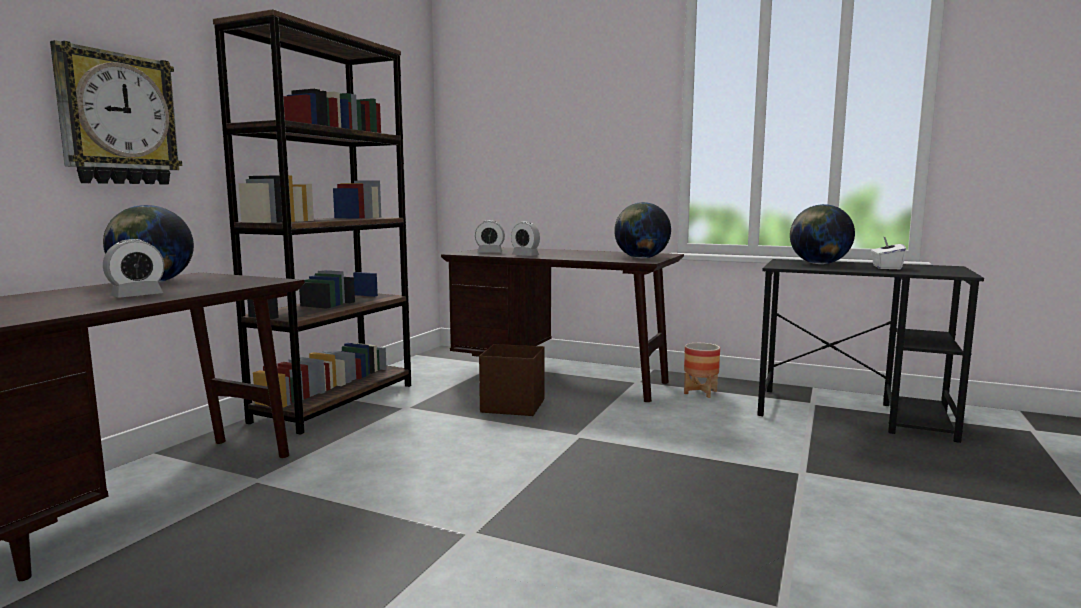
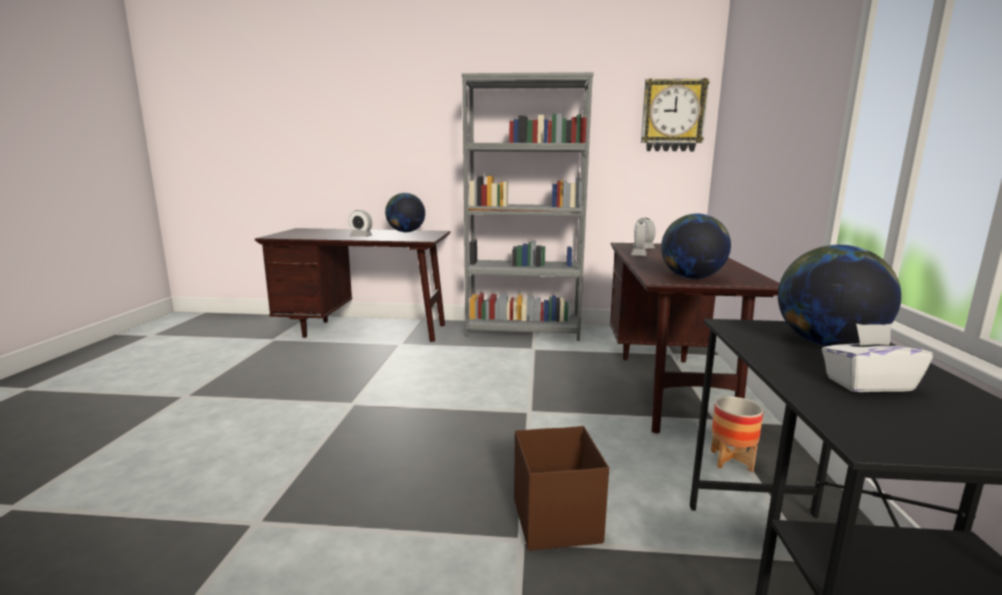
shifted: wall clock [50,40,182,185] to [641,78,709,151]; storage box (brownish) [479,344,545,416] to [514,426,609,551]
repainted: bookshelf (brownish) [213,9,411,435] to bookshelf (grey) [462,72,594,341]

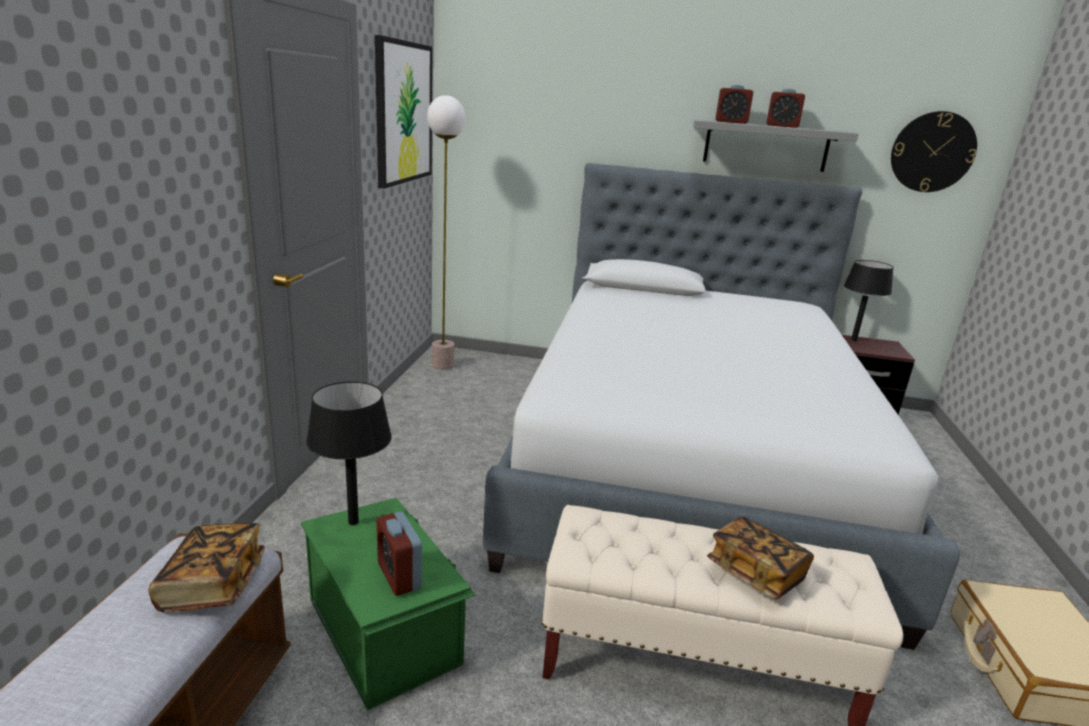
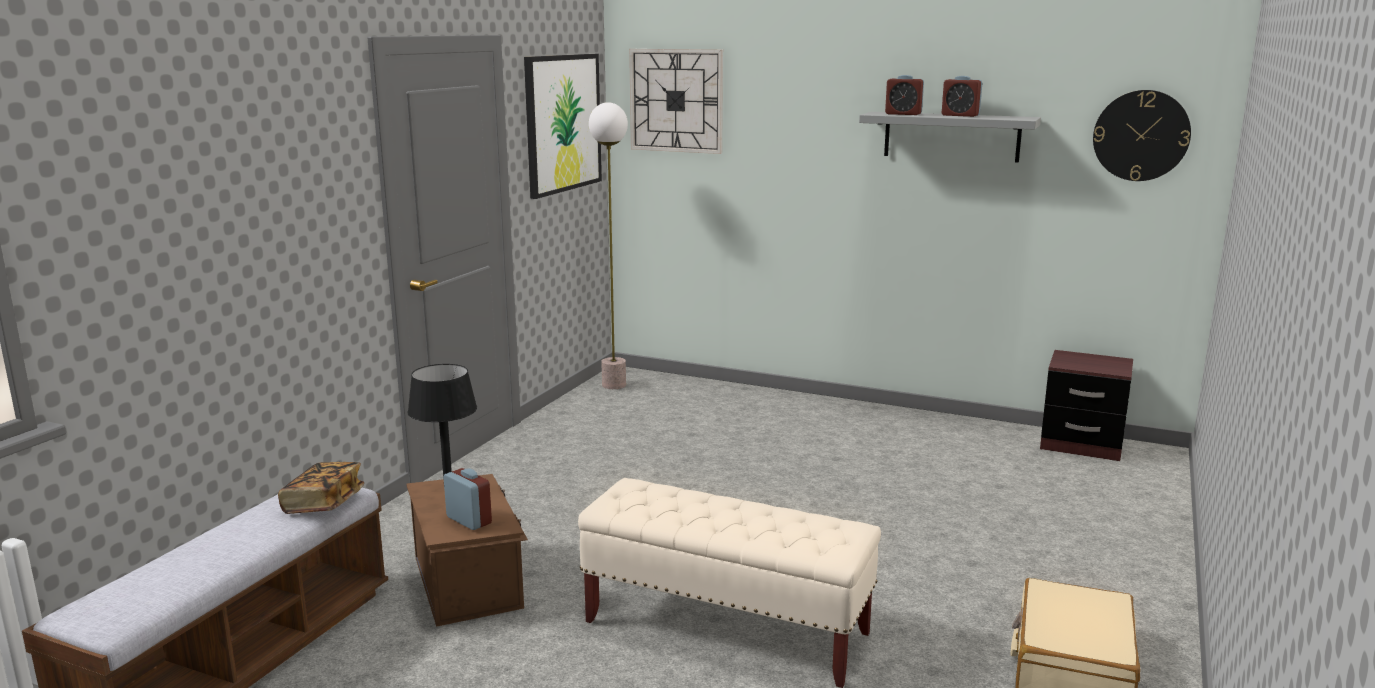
gone: bed [483,163,960,650]; lamp for a table (blackish) [844,260,894,341]; bound book [707,516,814,599]
new: wall clock [629,49,723,154]
repainted: storage box (green) [301,498,476,711] to storage box (brownish) [407,474,528,627]
rotated: bedside clock [377,511,422,596] = [444,468,492,530] 150 degrees clockwise

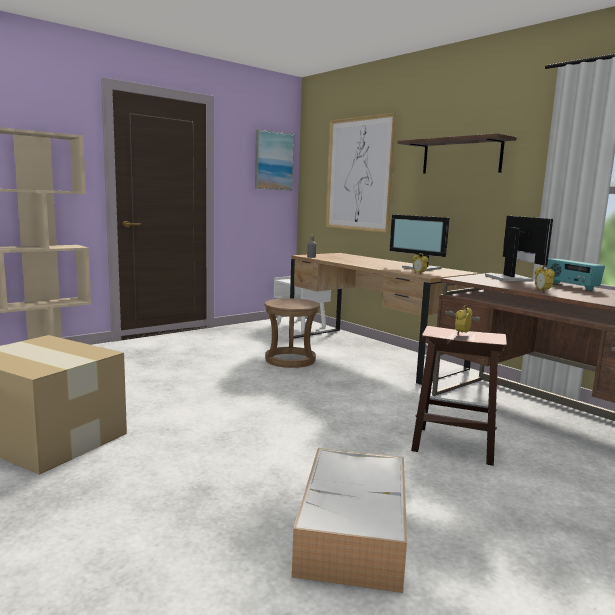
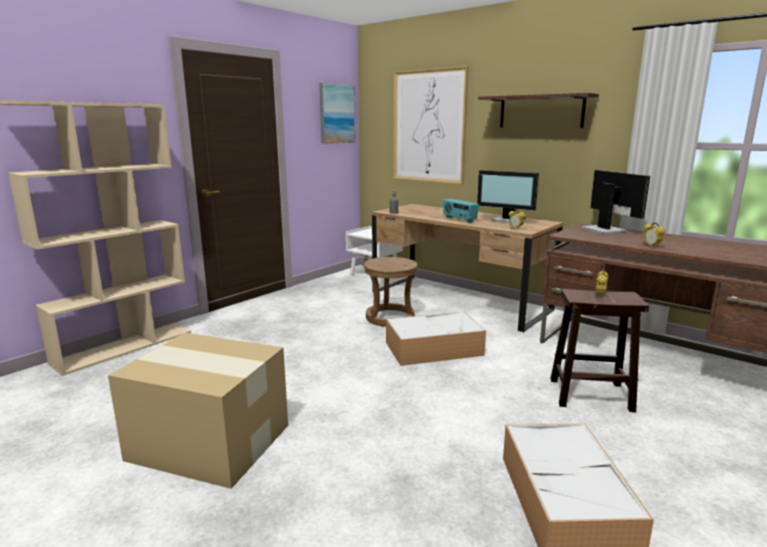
new: storage box [386,312,486,366]
shifted: radio set [547,259,605,290] to [443,199,479,223]

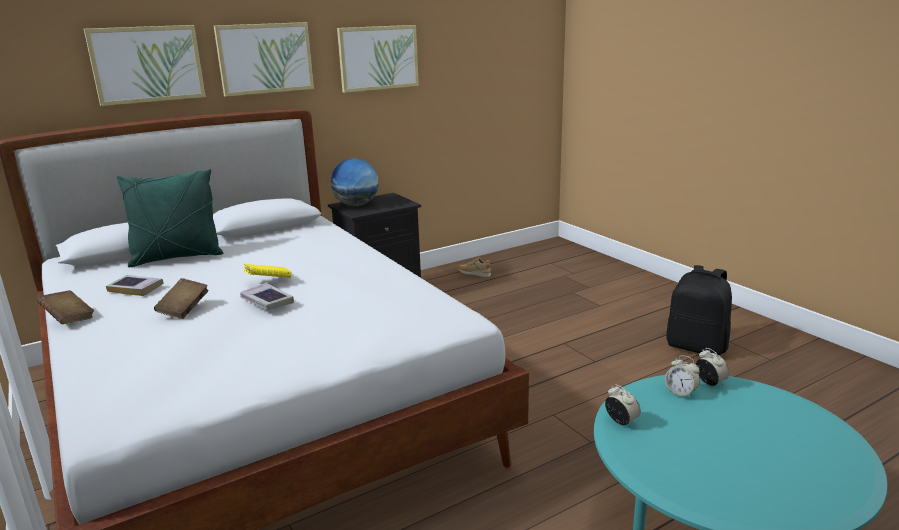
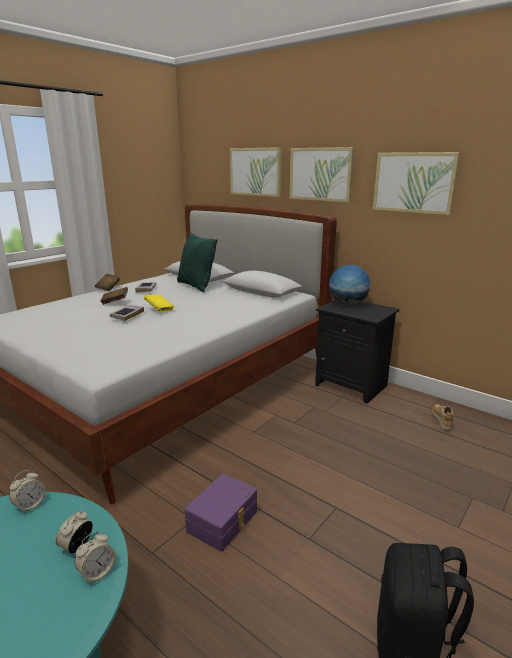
new: storage box (purple) [185,474,257,552]

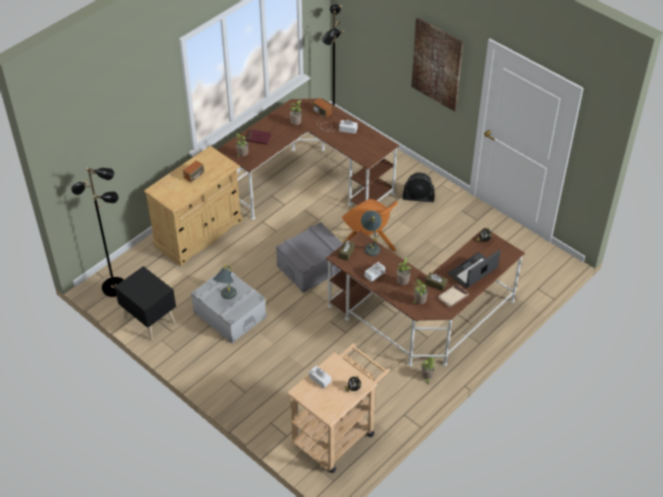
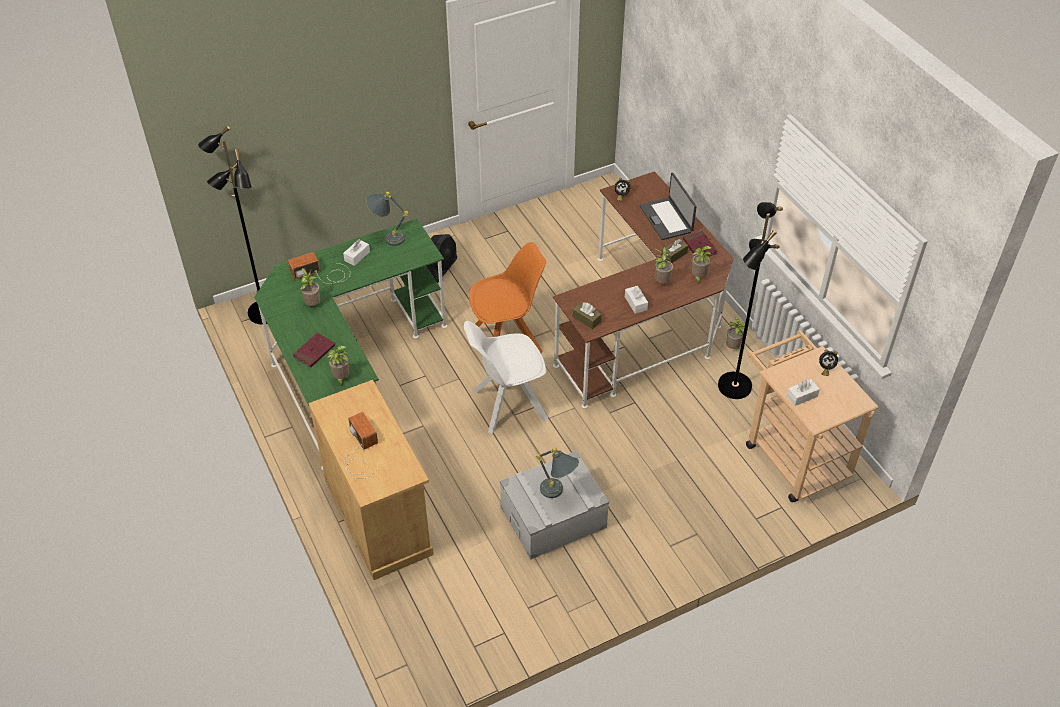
gone: picture [411,17,463,112]; bedside table (blackish) [115,266,176,341]
shifted: standing lamp (blackish) [71,167,124,297] to [718,202,783,399]; lamp for a table (grey) [361,210,382,256] to [366,192,409,246]
swapped: storage box (grey) [276,222,343,293] to plain chair (white-coloured) [464,321,548,434]
repainted: desk table (brownish) [217,98,399,220] to desk table (green) [254,219,447,470]; bound book (beige) [438,284,469,308] to bound book (red) [683,231,717,256]

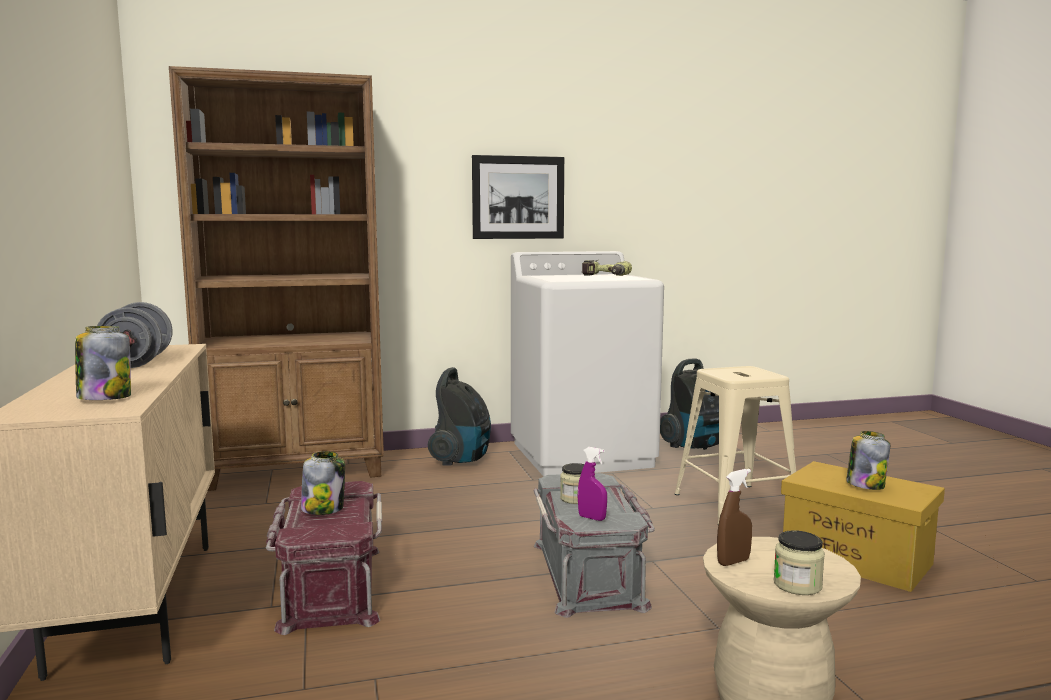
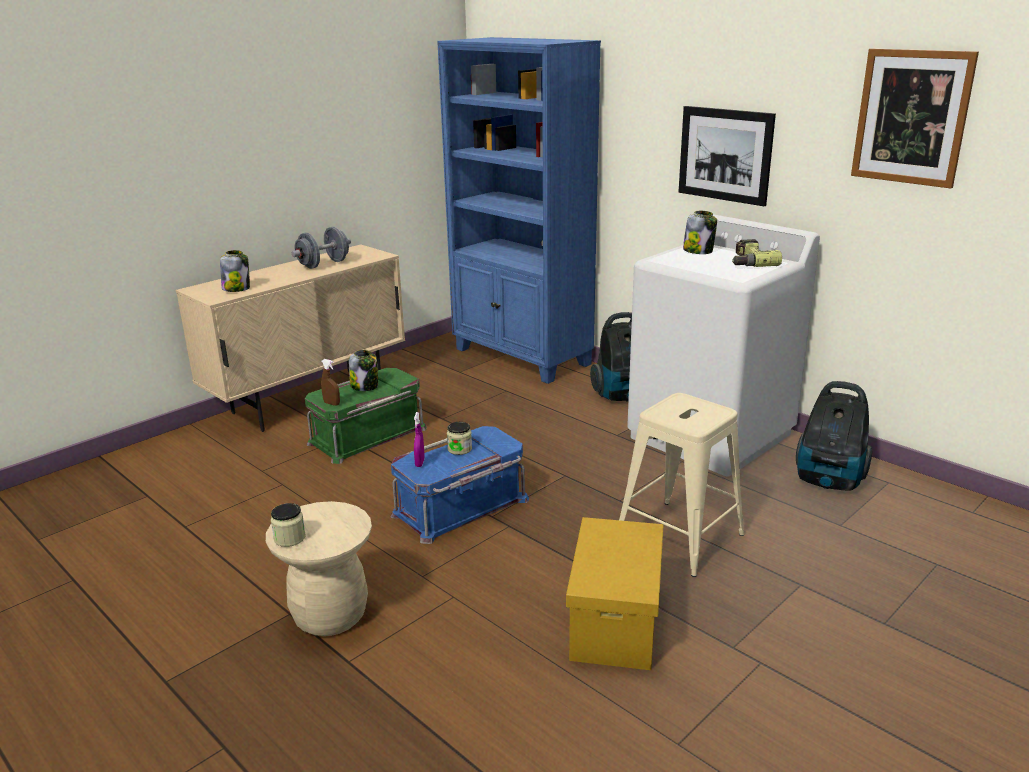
new: picture [851,48,979,189]
shifted: storage jar [846,431,890,490] to [683,211,717,254]; hand sprayer (brownish) [717,469,752,566] to [321,359,340,406]
repainted: bookshelf (brownish) [169,66,384,491] to bookshelf (blue-coloured) [437,37,601,384]; storage box (grey) [534,473,655,618] to storage box (blue-coloured) [391,426,529,544]; storage box (red) [266,481,382,635] to storage box (green) [305,368,427,464]

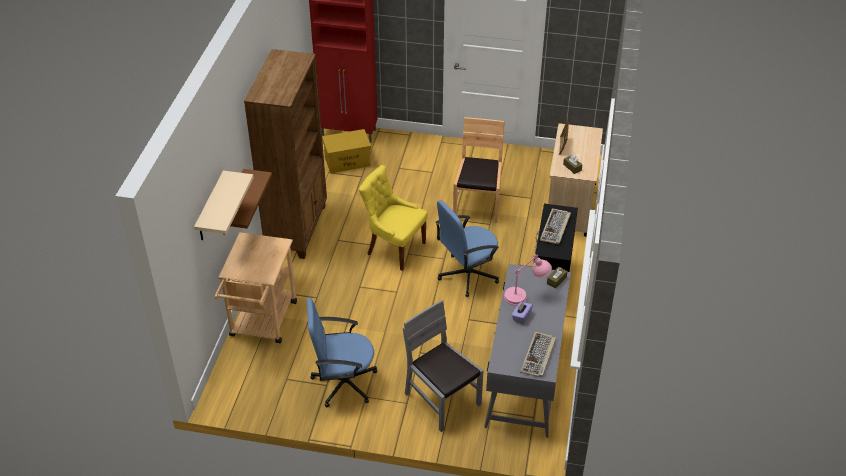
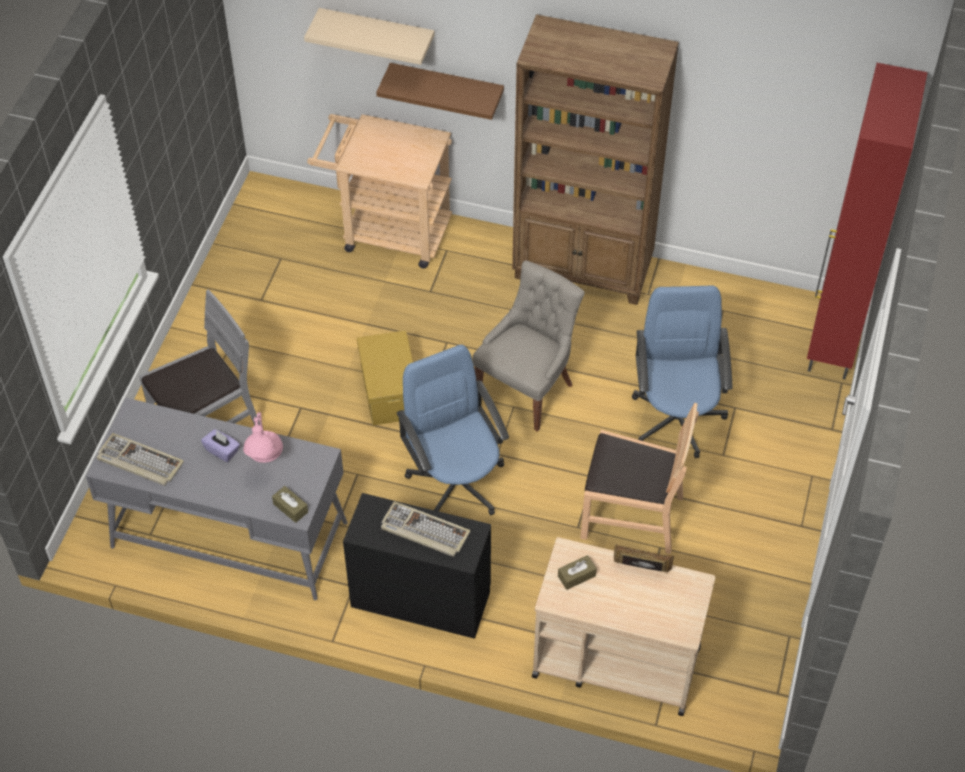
shifted: storage box (yellowish) [322,129,371,173] to [357,330,413,426]; computer chair (blue-coloured) [307,298,377,407] to [632,286,733,458]
repainted: plain chair (yellowish) [359,165,428,271] to plain chair (grey) [473,260,585,432]

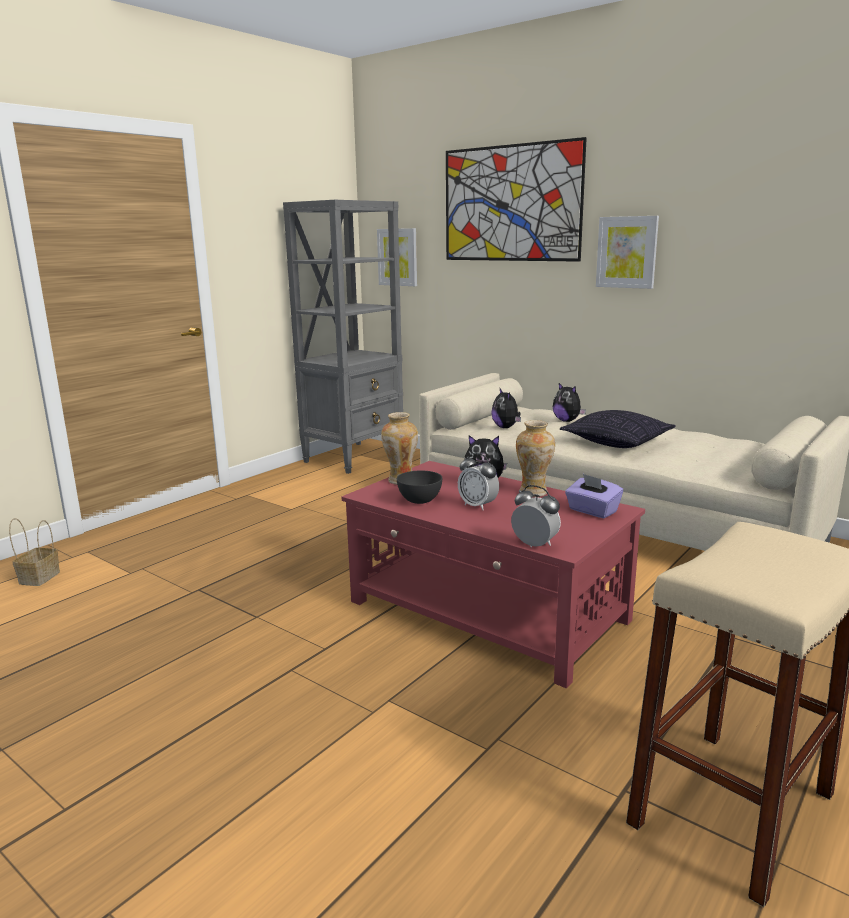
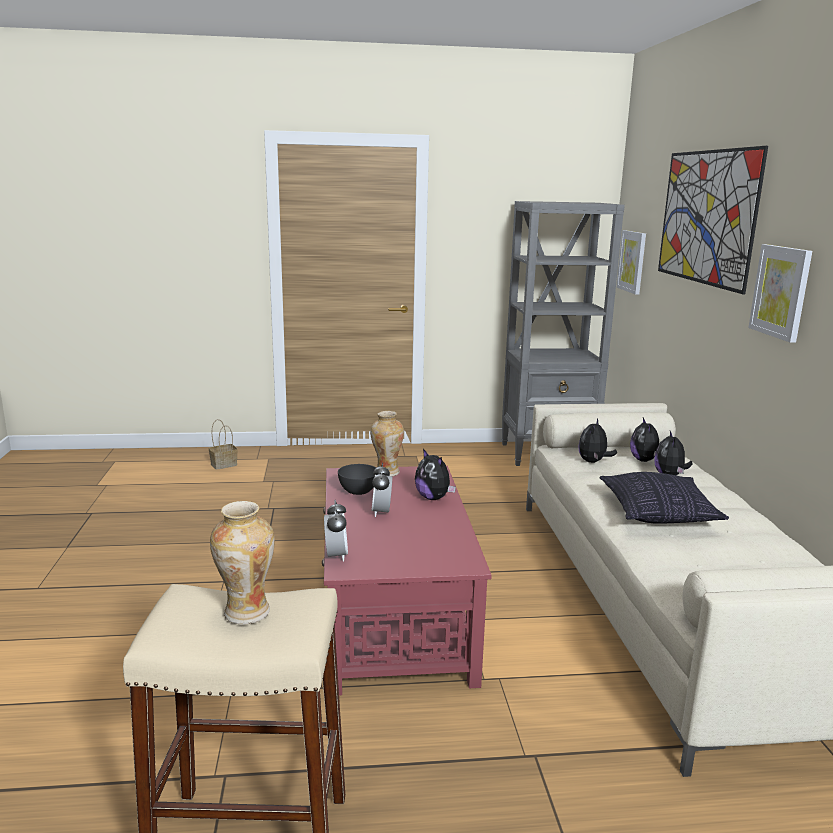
gone: tissue holder (purple) [565,474,623,518]
new: soft toy [630,418,659,462]
shifted: vase [516,420,555,497] to [210,501,275,625]

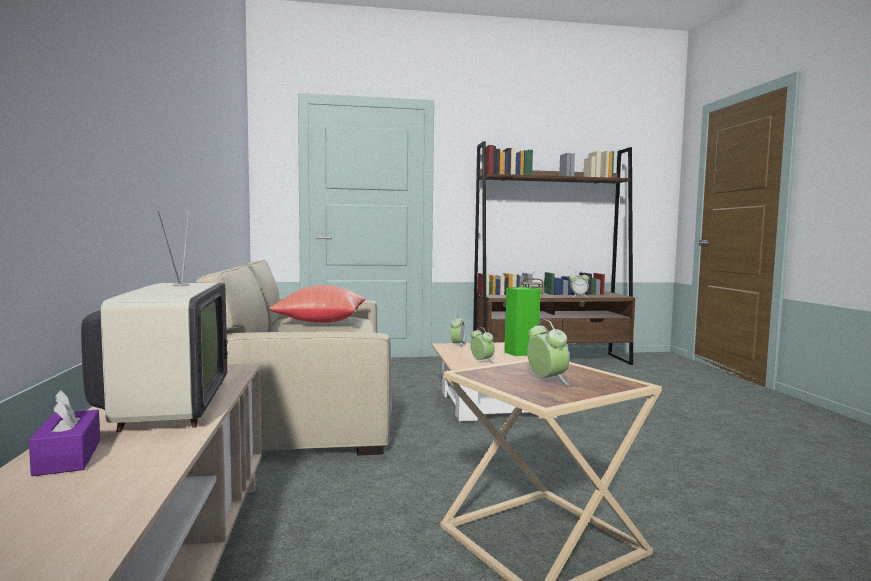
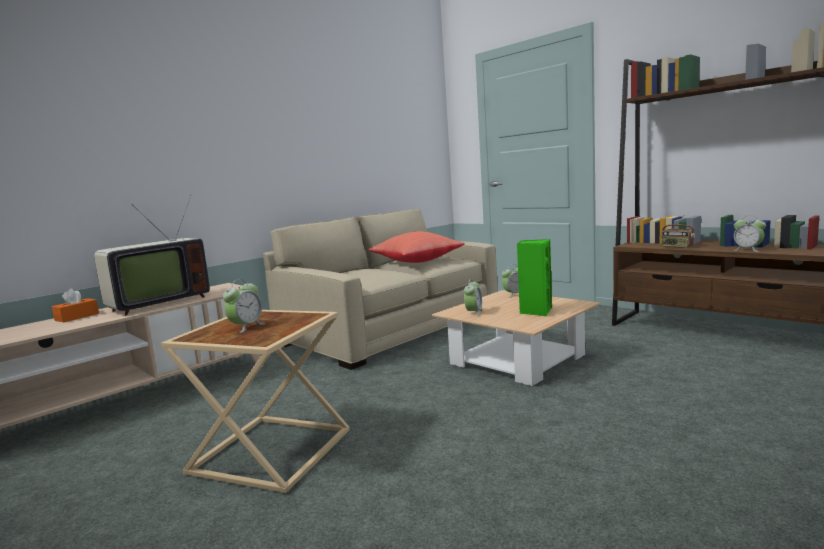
repainted: tissue holder (purple) [29,390,100,476] to tissue holder (orange) [52,289,99,322]

